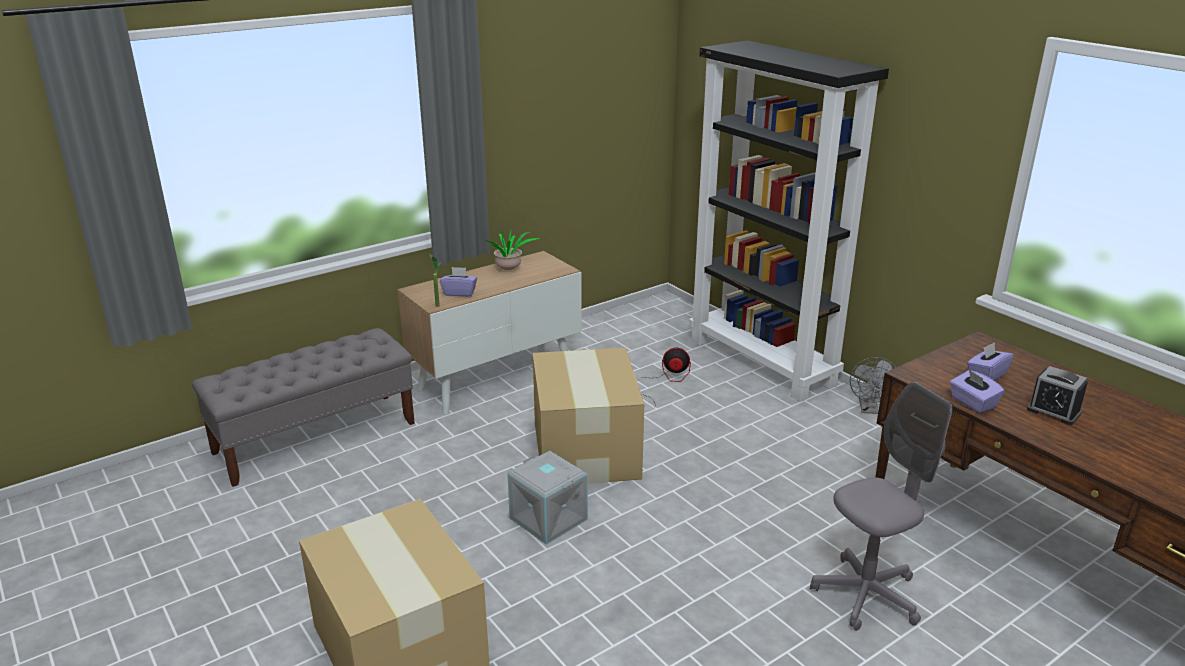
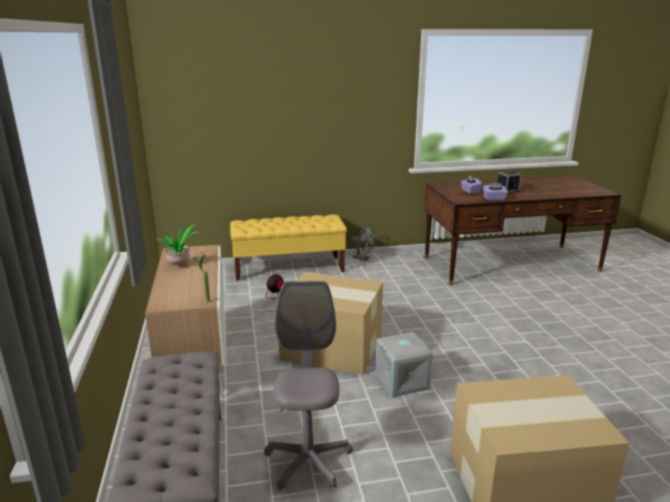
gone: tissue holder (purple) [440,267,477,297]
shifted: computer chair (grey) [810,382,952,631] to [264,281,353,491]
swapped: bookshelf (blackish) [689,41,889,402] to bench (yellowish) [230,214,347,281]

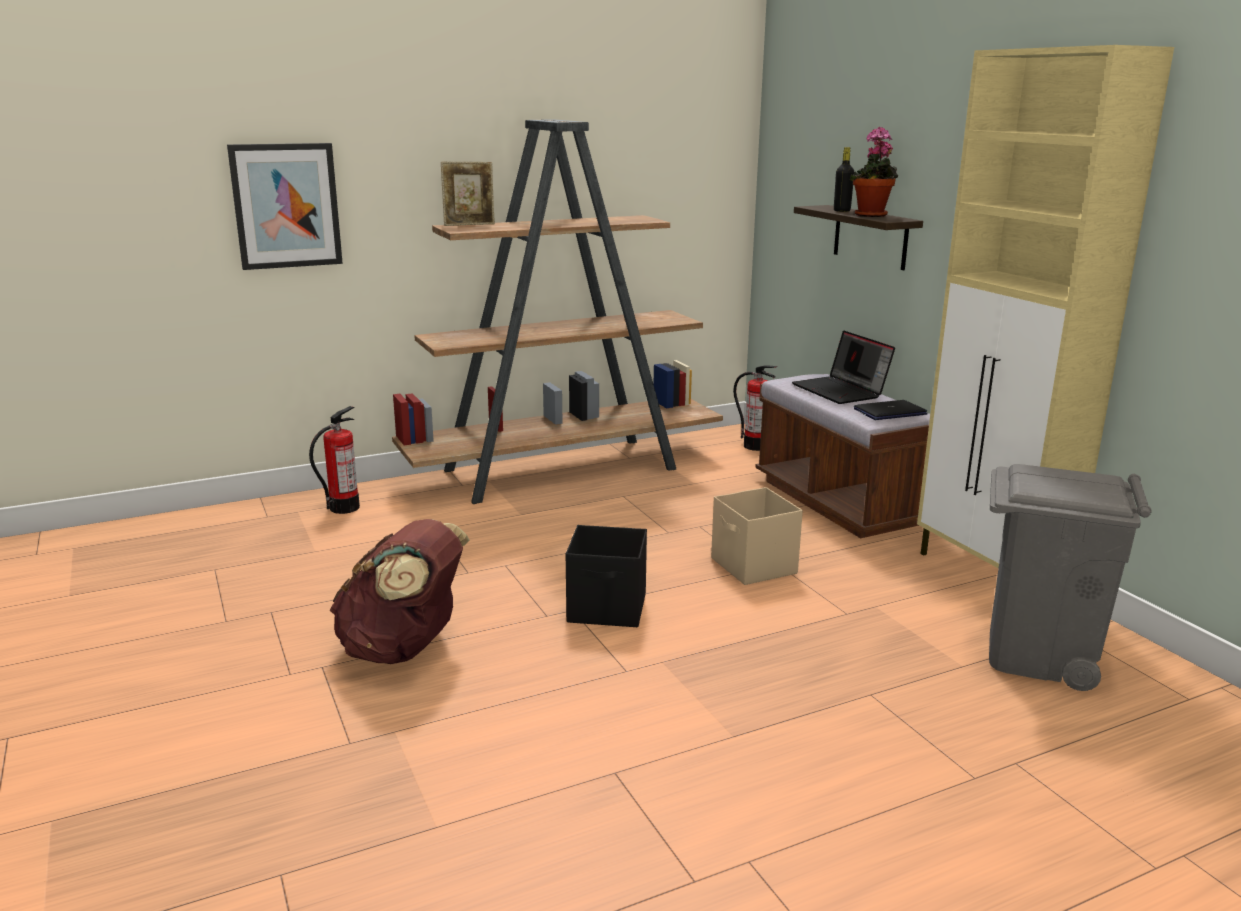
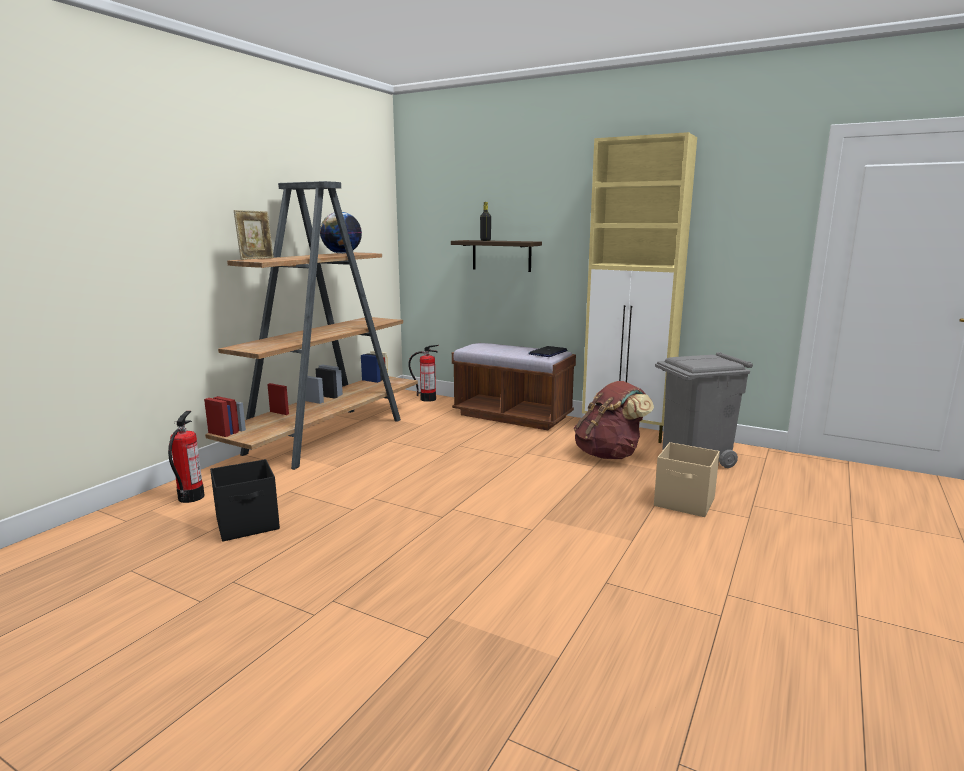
gone: houseplant [850,127,898,217]; picture [227,143,343,270]; laptop [792,331,895,404]
new: desk globe [320,212,362,254]
shifted: storage box (beige) [711,487,803,585] to [654,442,720,517]; backpack (brownish) [330,519,469,664] to [574,381,654,459]; storage box (blackish) [566,525,647,627] to [210,459,280,541]

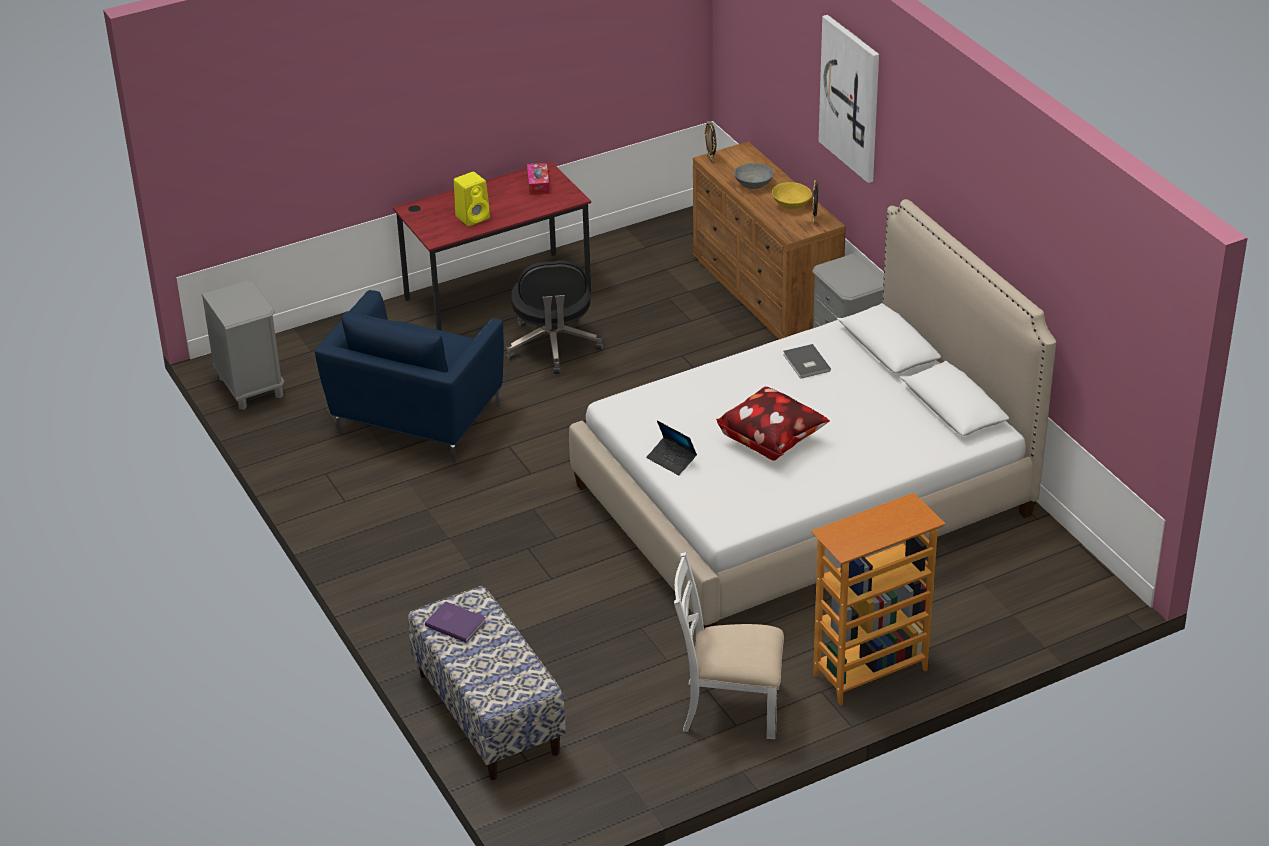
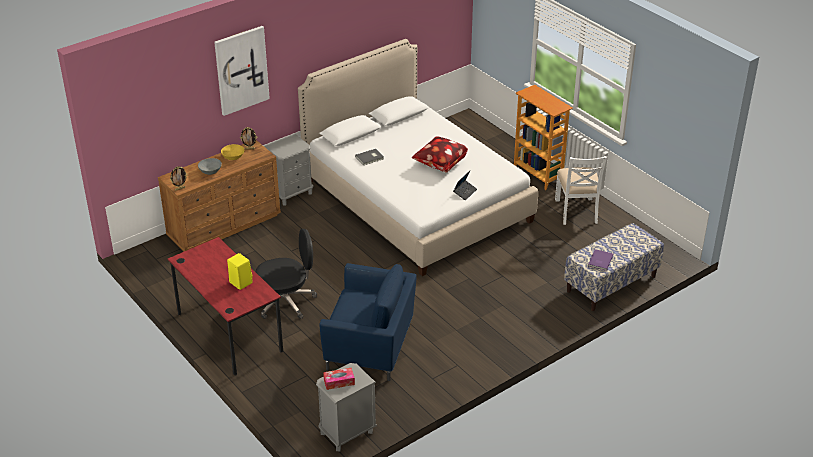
shifted: tissue holder [527,163,550,195] to [323,368,355,390]

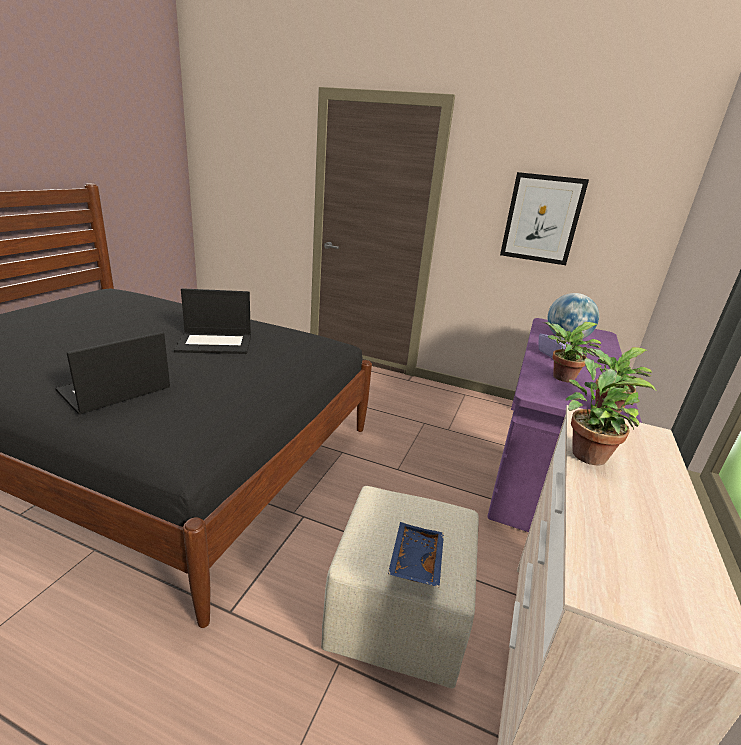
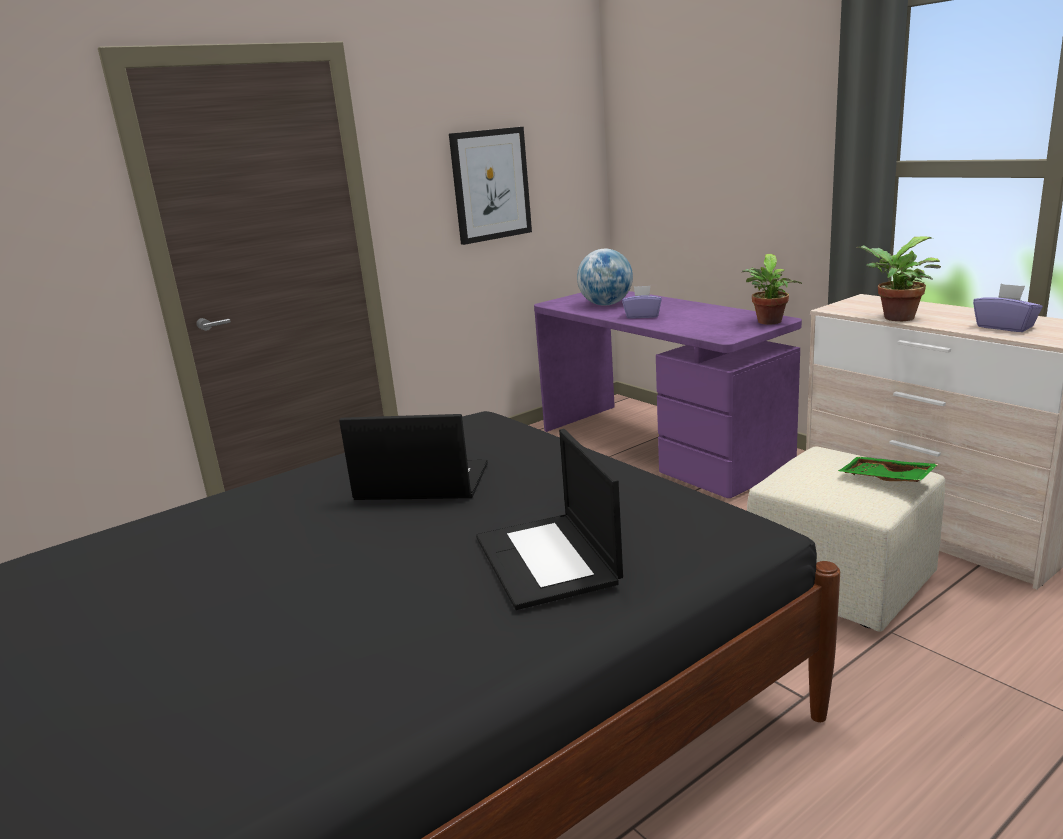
gone: houseplant [544,322,601,382]
new: tissue holder (purple) [973,284,1043,332]
repainted: carrying tray (blue-coloured) [388,522,444,587] to carrying tray (green) [838,457,938,482]
rotated: laptop [174,288,251,354] = [339,414,488,500] 105 degrees counterclockwise

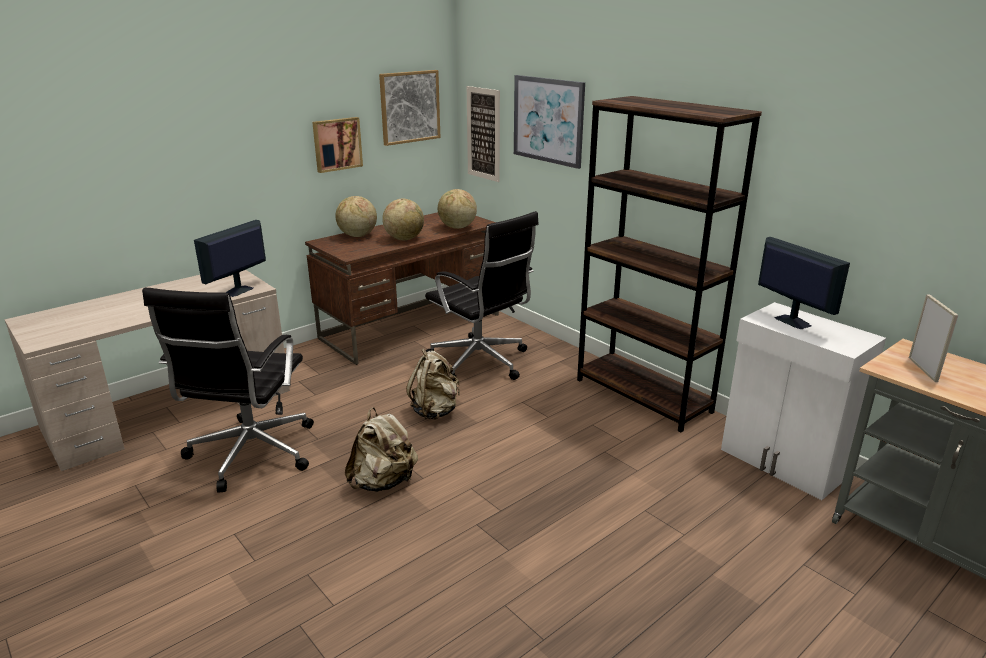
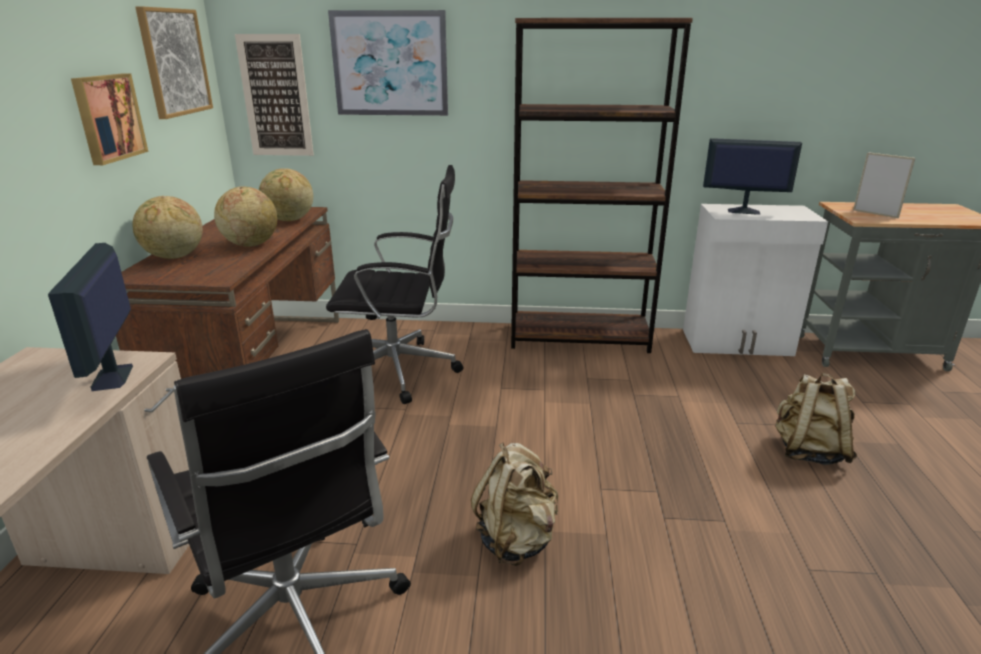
shifted: backpack (beige) [406,349,460,420] to [776,373,857,465]

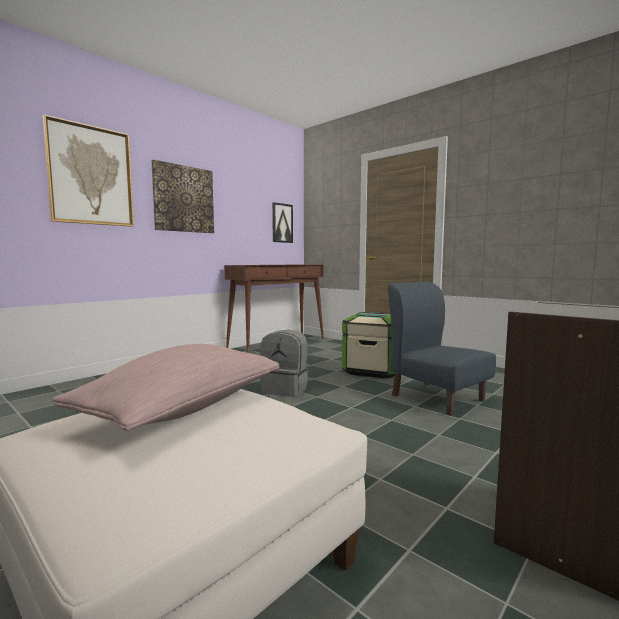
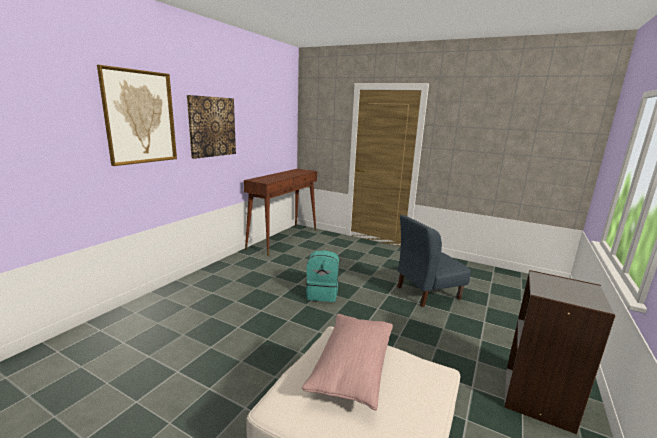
gone: picture [272,202,293,243]; storage box [342,312,394,378]
repainted: backpack (grey) [260,329,308,397] to backpack (turquoise) [306,250,339,302]
rotated: plain chair (blue-coloured) [388,281,496,416] = [397,215,471,307] 60 degrees counterclockwise

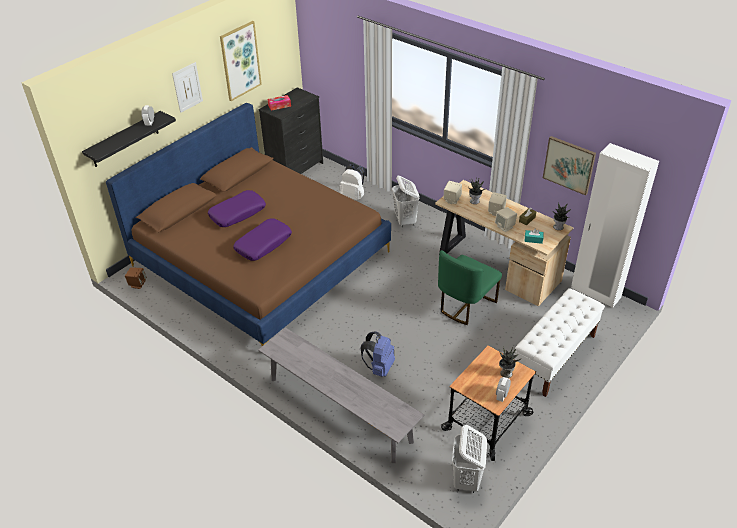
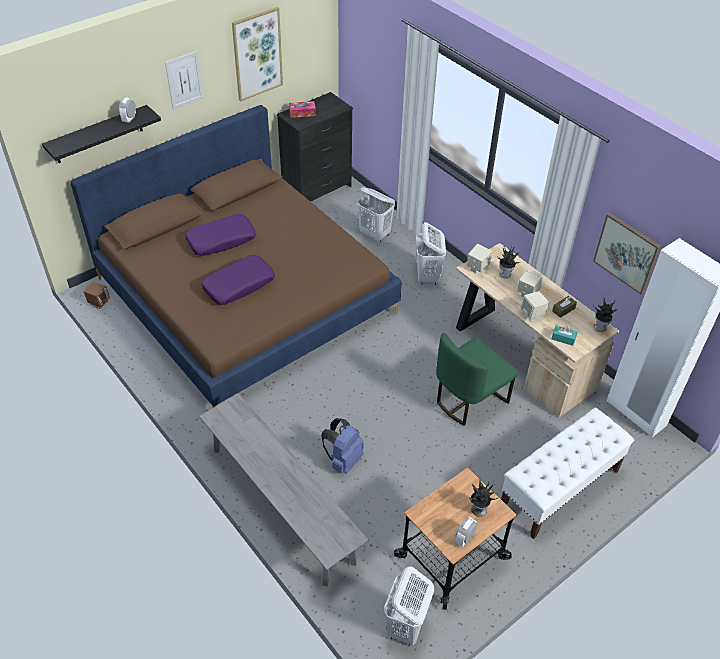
swapped: backpack (white-coloured) [339,164,365,200] to hamper (white-coloured) [357,187,395,243]

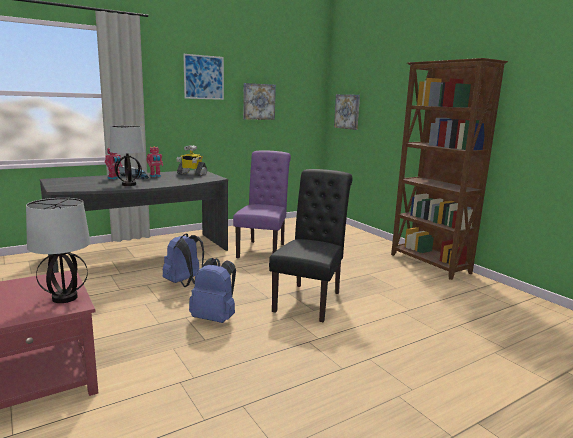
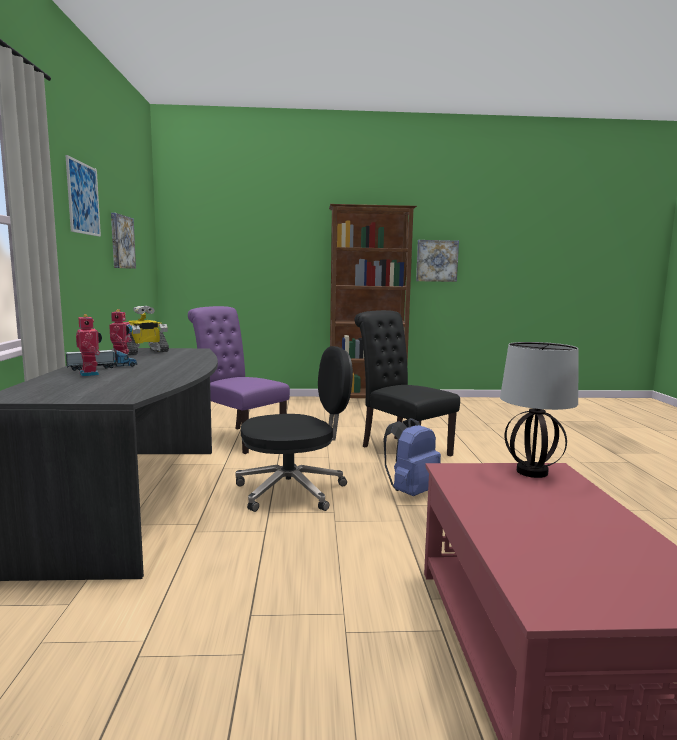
gone: lamp for a table [110,125,144,186]
shifted: picture [334,94,360,130] to [416,240,459,282]
swapped: backpack (blue-coloured) [163,234,204,287] to computer chair (blackish) [235,346,353,512]

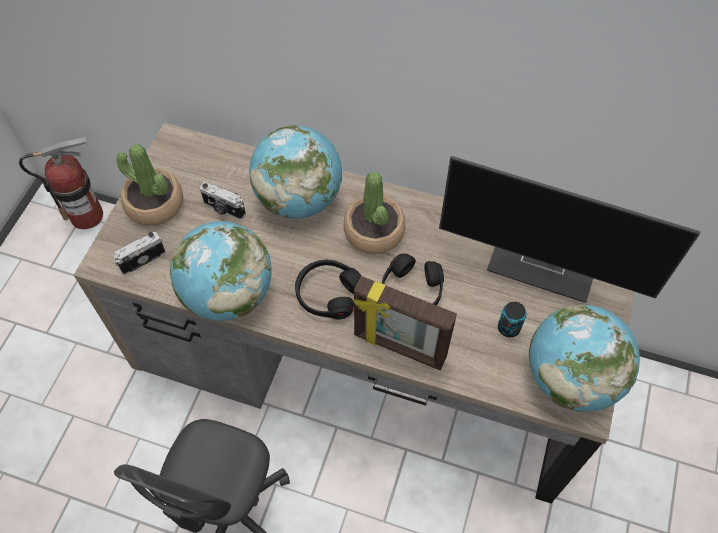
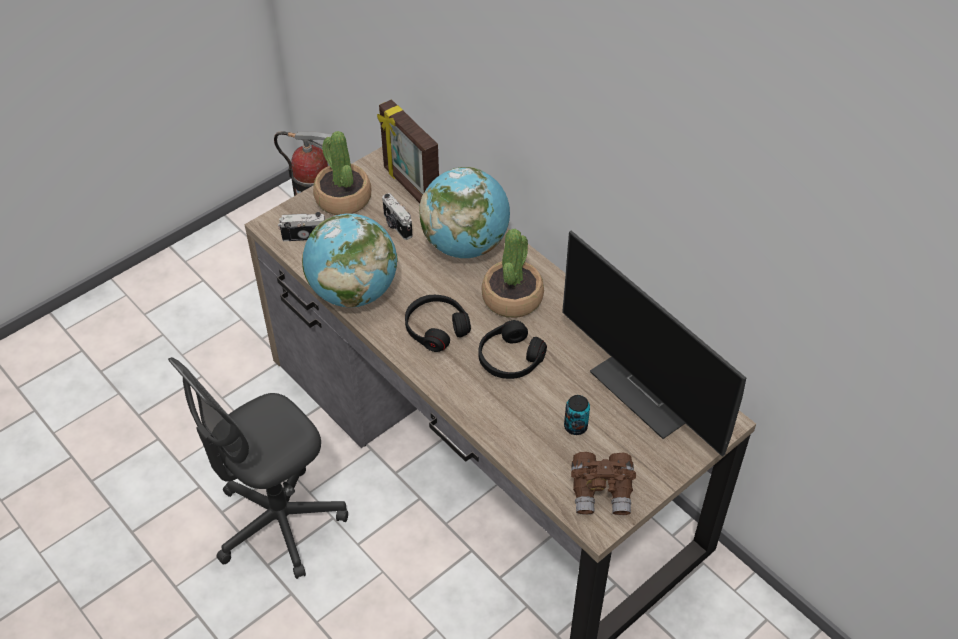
shifted: photo frame [353,276,457,370] to [377,99,439,203]
swapped: desk globe [529,305,640,412] to binoculars (brownish) [571,452,636,515]

